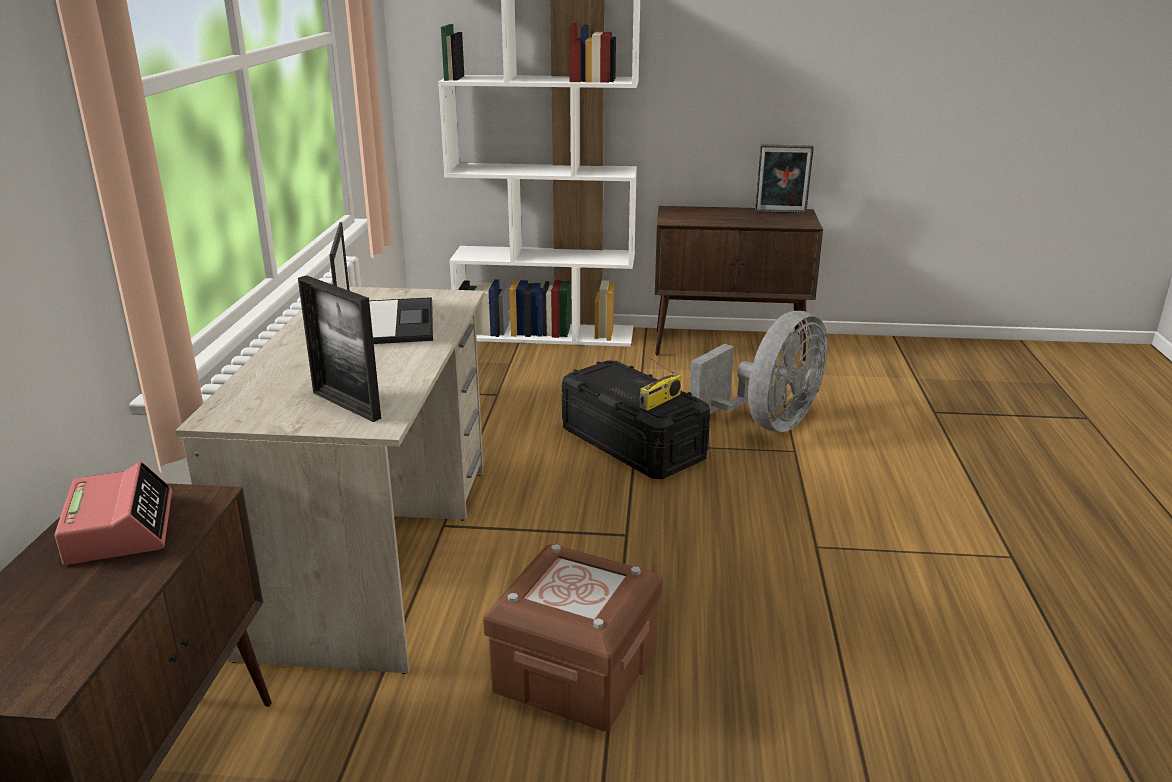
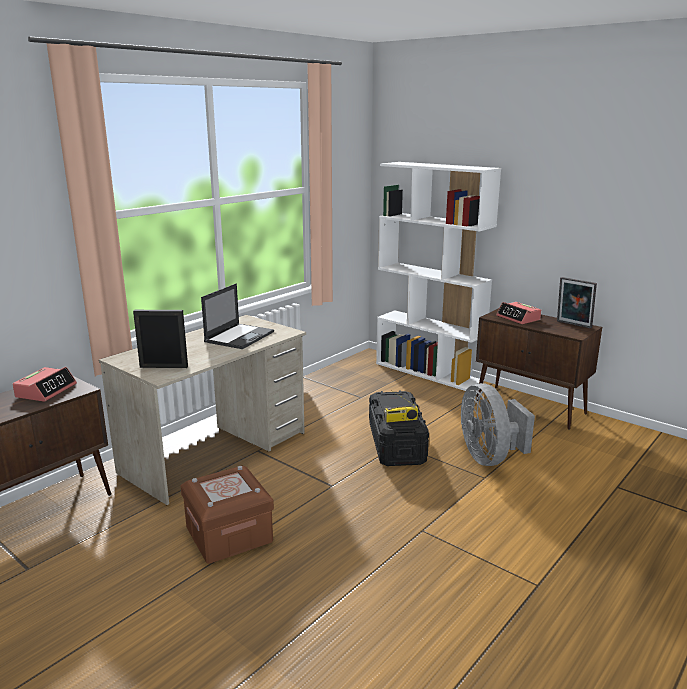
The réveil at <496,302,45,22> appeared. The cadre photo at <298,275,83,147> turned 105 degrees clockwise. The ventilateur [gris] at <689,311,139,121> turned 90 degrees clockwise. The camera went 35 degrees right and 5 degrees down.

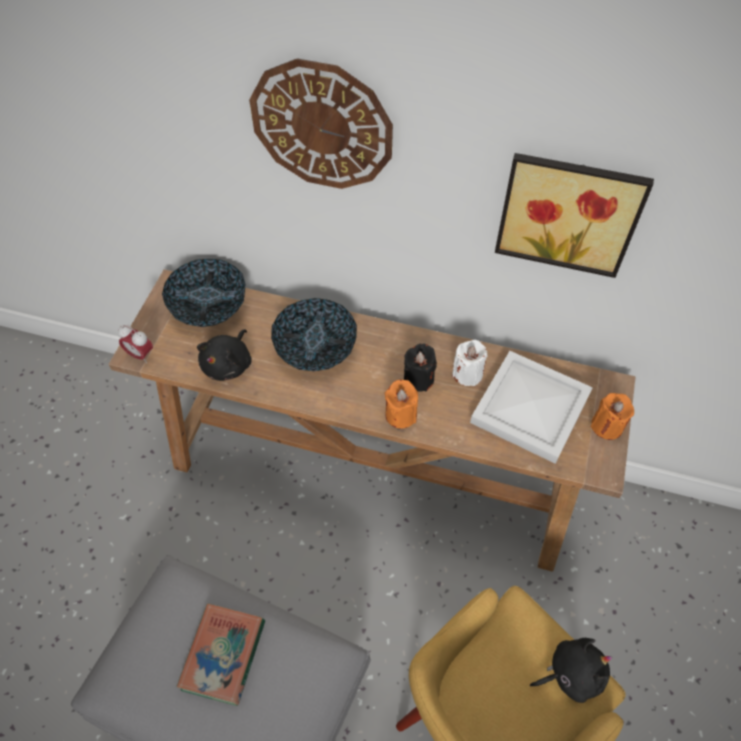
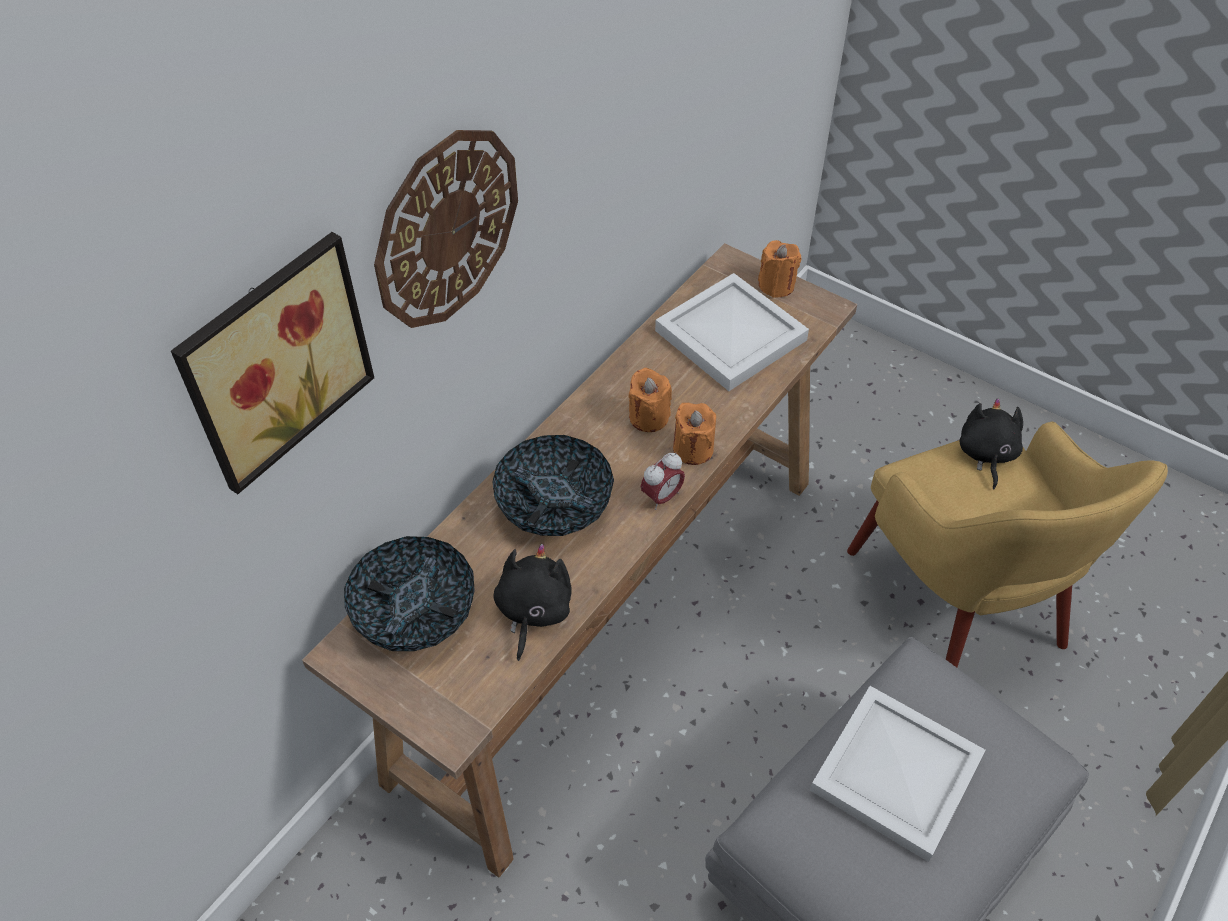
The bougie [blanc] at <452,340,36,46> disappeared. The réveil moved from <118,325,35,38> to <641,453,44,57>. The tableau moved from <495,153,159,125> to <171,232,203,262>. The livre at <177,603,88,103> was replaced by the plateau [blanc] at <810,686,176,176>. The bougie [noir] at <404,343,33,48> became the bougie [orange] at <628,368,44,64>. The peluche [noir] at <197,329,55,52> turned 120 degrees counterclockwise. The camera went 70 degrees left and 5 degrees down.

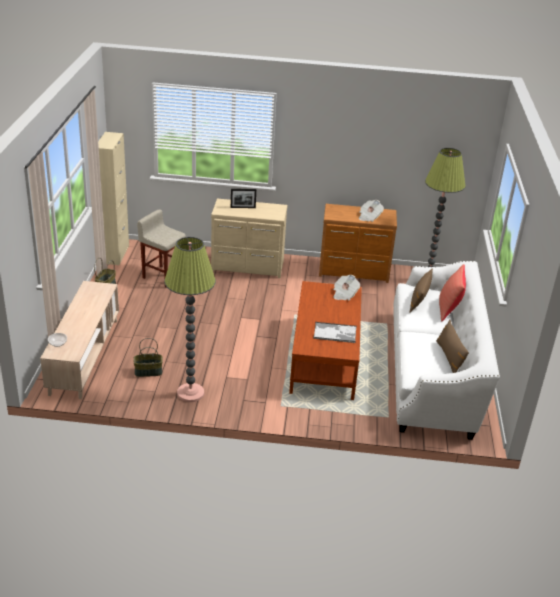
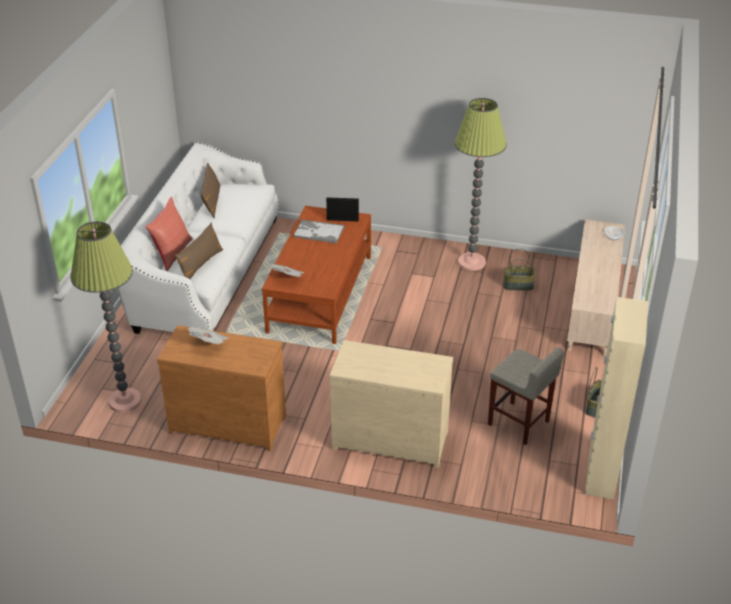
The cadre photo moved from <231,189,25,19> to <326,197,33,24>. The camera went 170 degrees left and 5 degrees up.

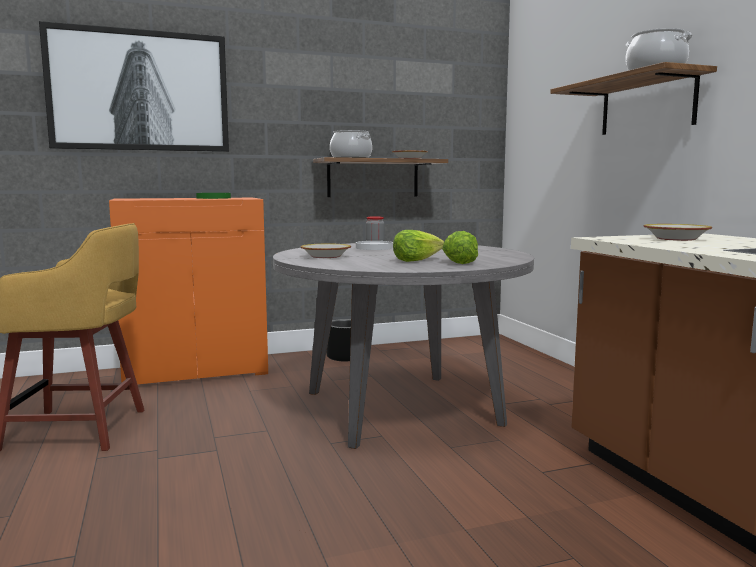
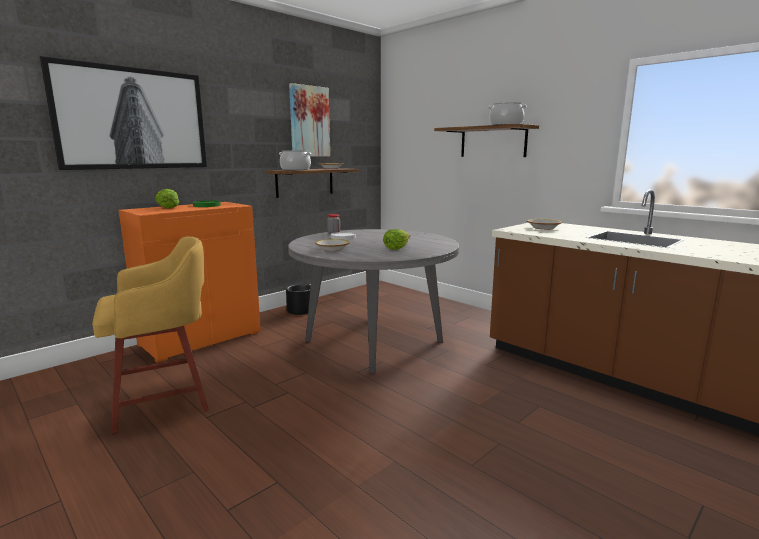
The tableau at <289,83,41,74> appeared. The laitue moved from <442,231,36,33> to <155,189,24,20>. The camera went 25 degrees left and 5 degrees up.

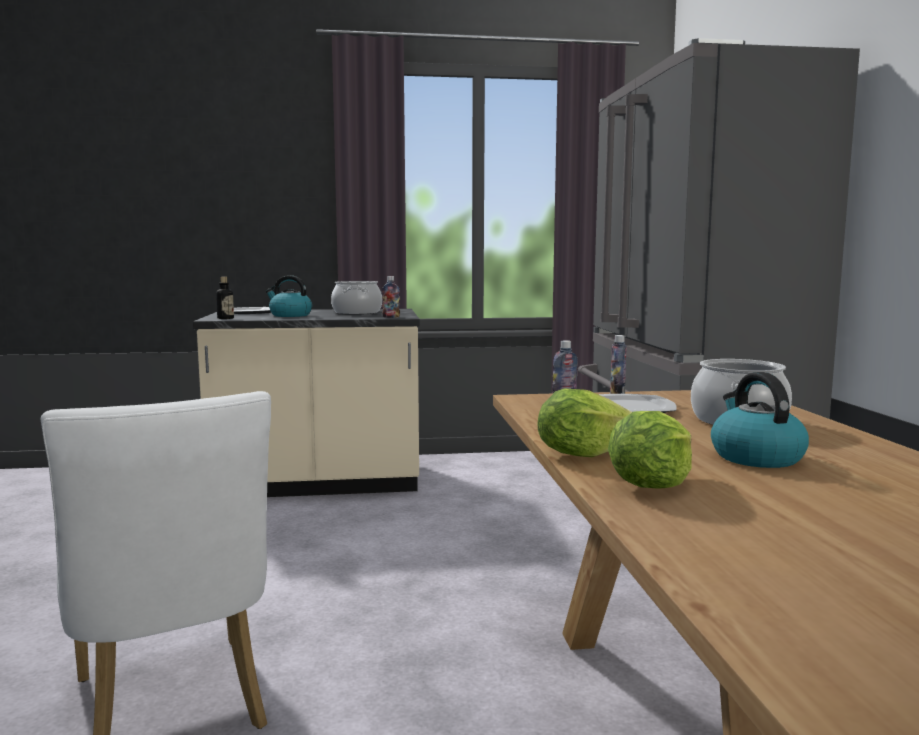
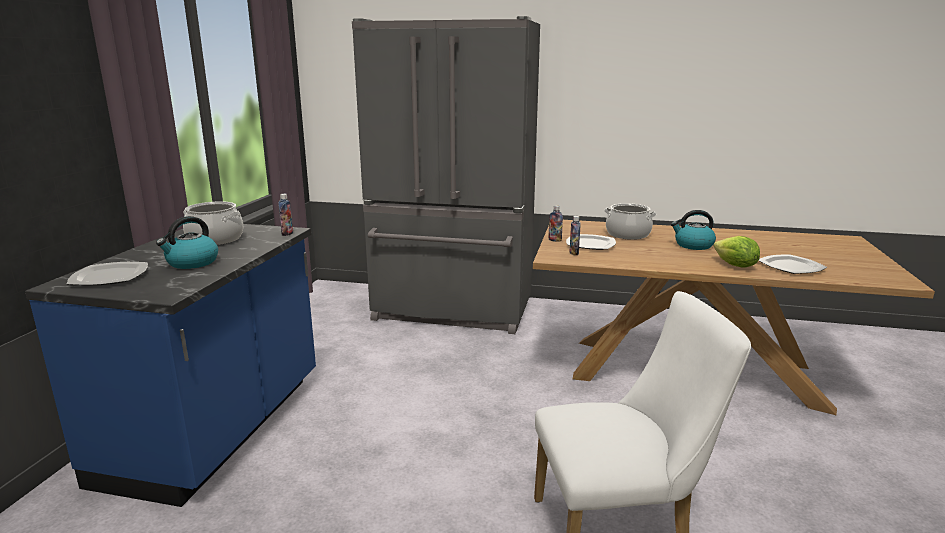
The bouteille at <216,276,18,43> disappeared. The laitue at <537,389,95,68> disappeared. The assiette at <759,254,68,20> appeared. The comptoir de cuisine [beige] at <193,309,227,188> became the comptoir de cuisine [bleu] at <25,224,291,283>. The camera went 70 degrees left and 10 degrees up.

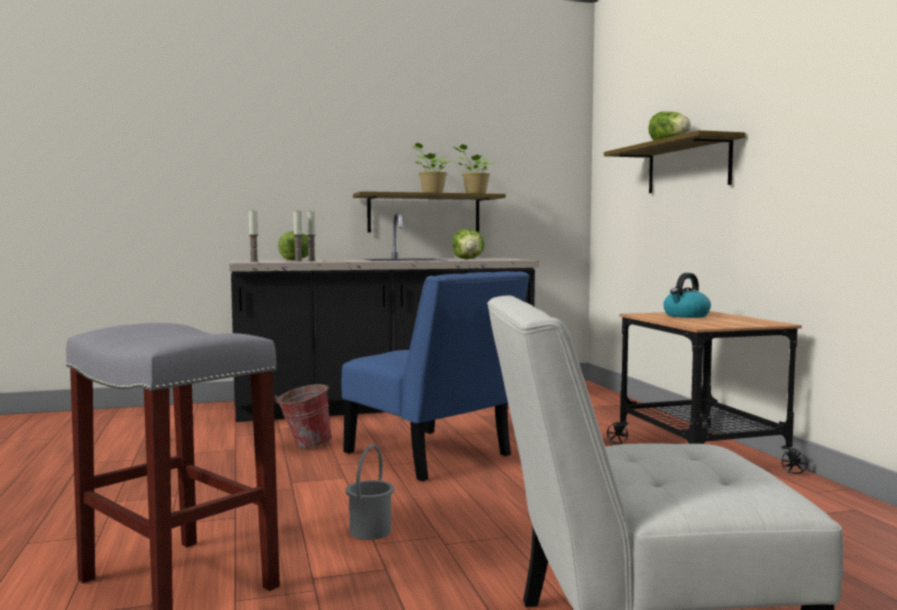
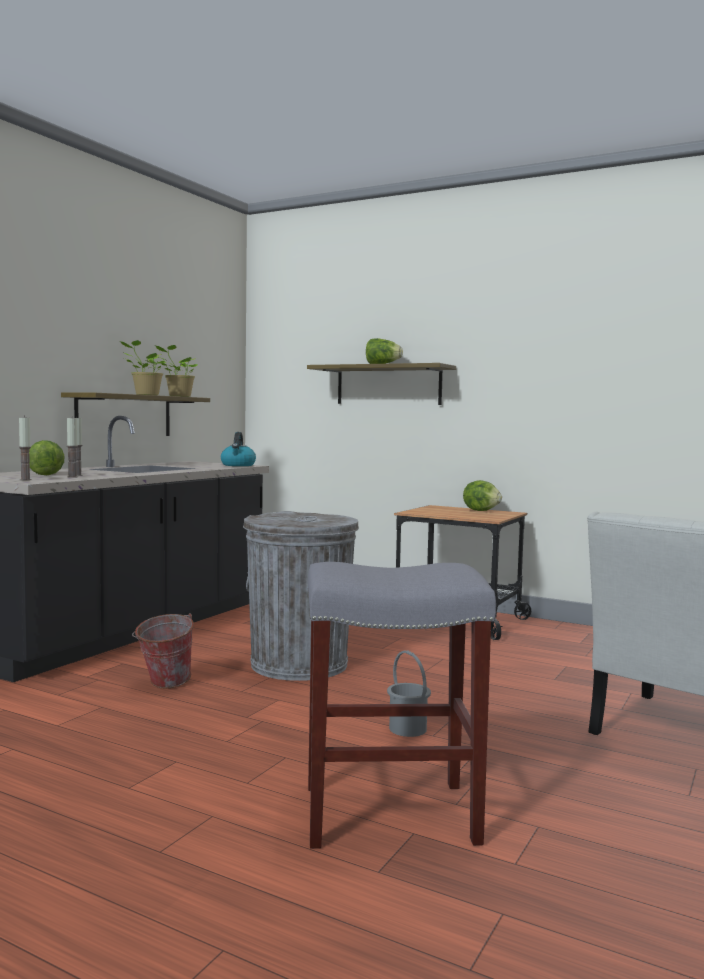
The laitue moved from <452,229,33,30> to <463,480,39,31>. The bouilloire moved from <663,273,48,45> to <221,432,35,34>. The chaise [bleu] at <341,271,189,210> was replaced by the poubelle [gris] at <243,511,116,170>. The camera went 45 degrees left and 0 degrees up.

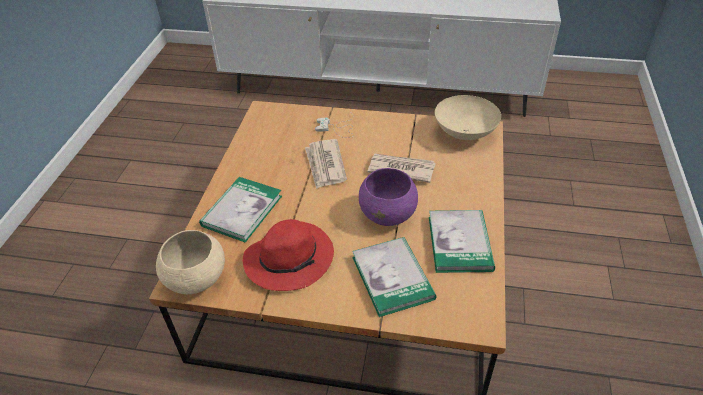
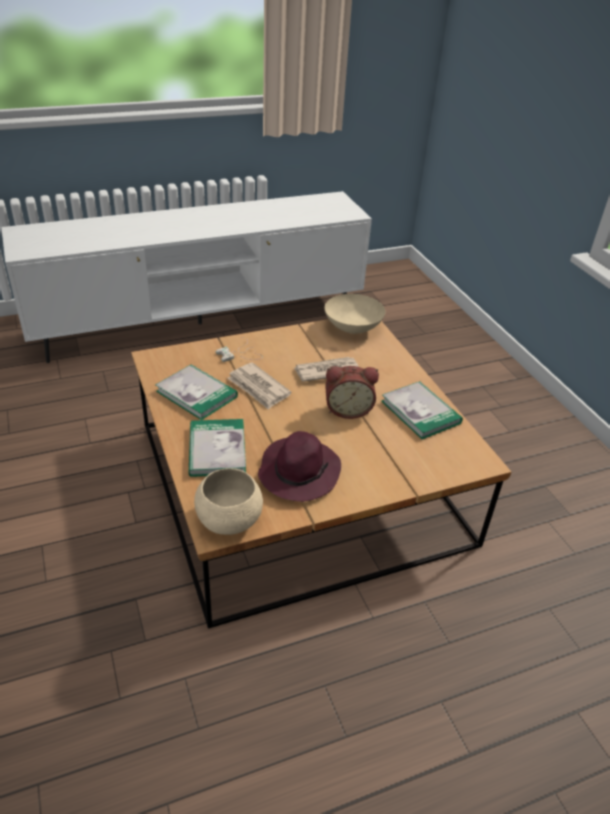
The livre moved from <352,237,84,80> to <155,364,83,56>. The bol [violet] at <359,168,59,58> was replaced by the réveil at <325,366,54,53>. The chapeau [rouge] at <243,219,91,72> became the chapeau [violet] at <258,431,83,71>. The camera went 35 degrees left and 5 degrees down.

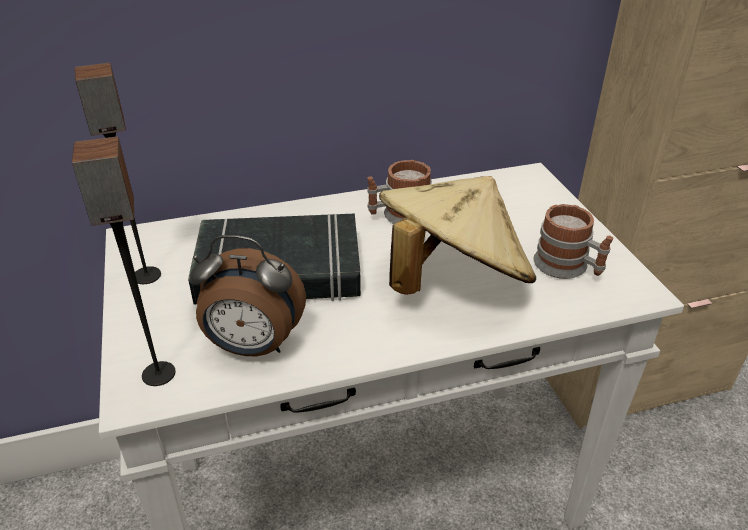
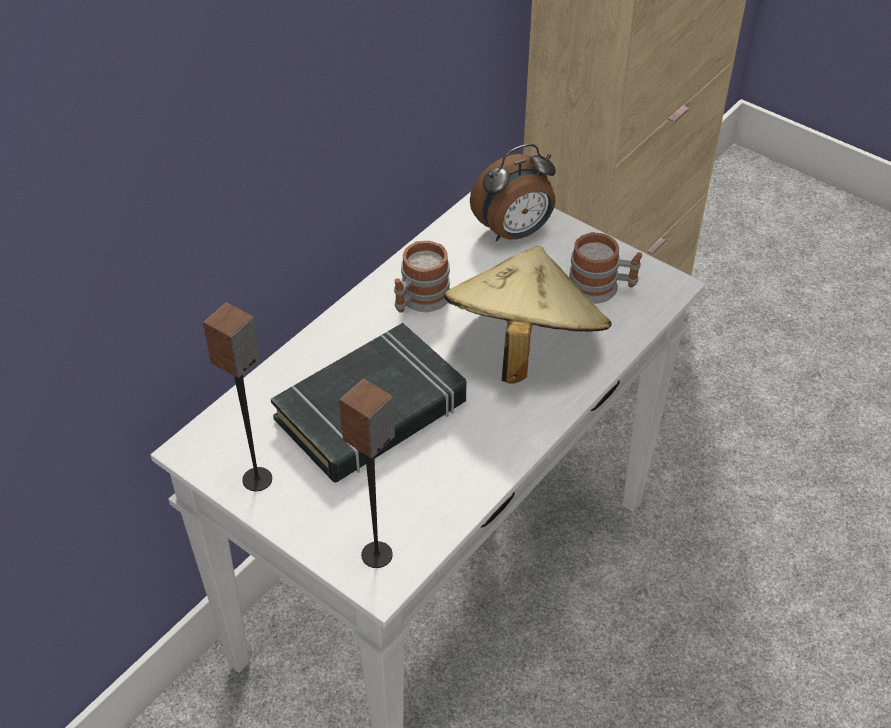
The réveil moved from <190,235,116,121> to <470,144,86,97>. The camera went 35 degrees left and 10 degrees up.

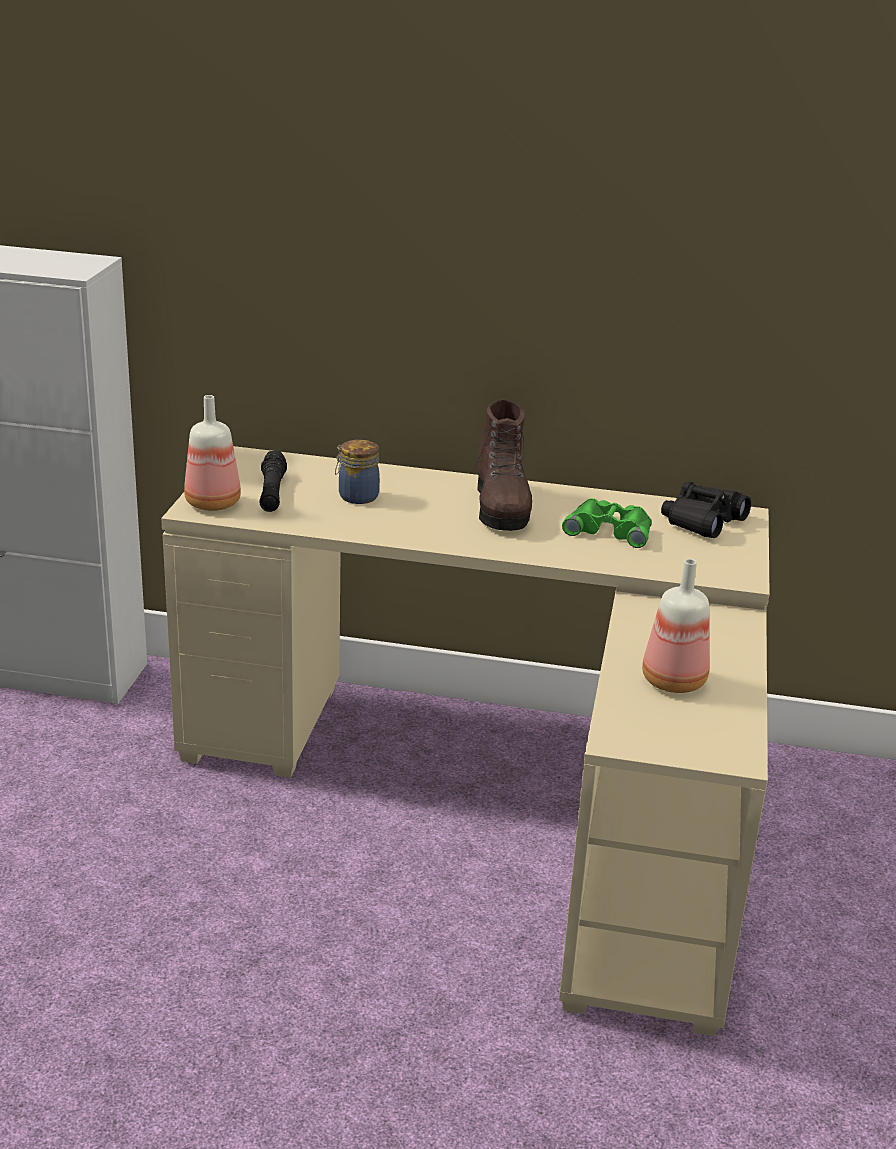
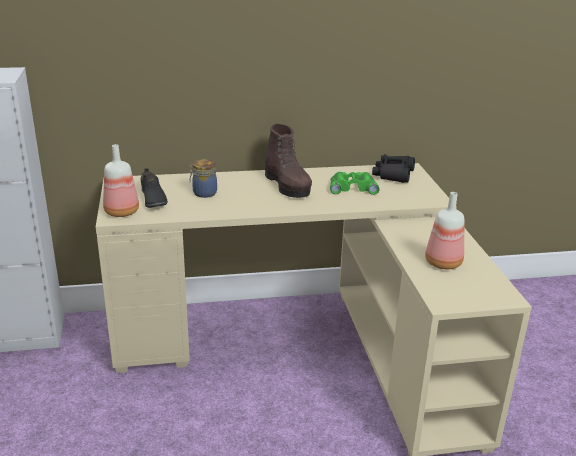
The lampe de poche [noir] at <259,451,28,61> was replaced by the chaussure [noir] at <141,168,27,40>. The camera went 20 degrees left and 0 degrees up.

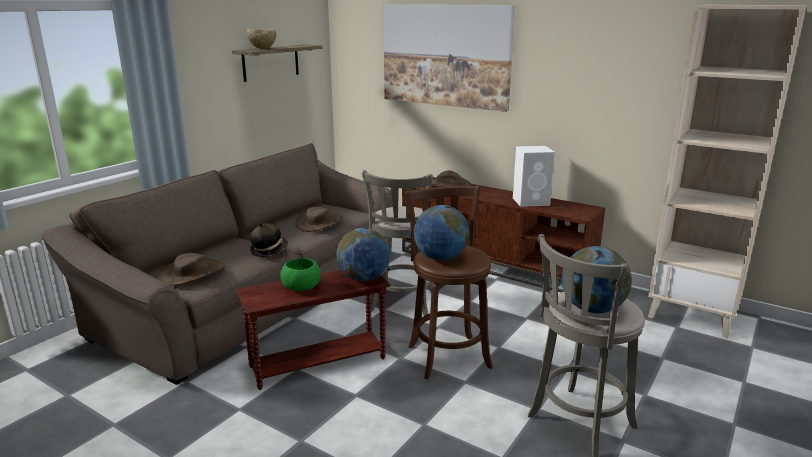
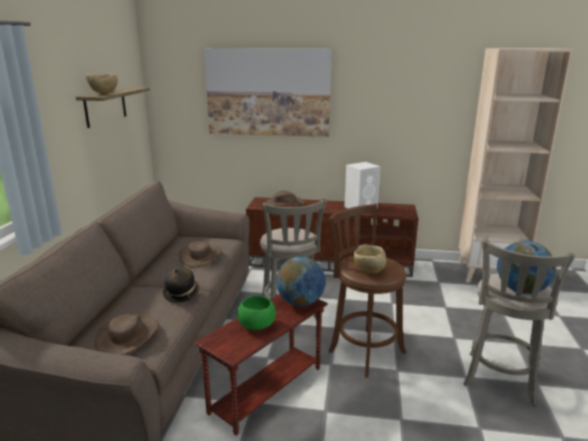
The globe at <414,205,56,56> was replaced by the bol [beige] at <354,244,32,29>. The camera went 25 degrees left and 0 degrees up.

